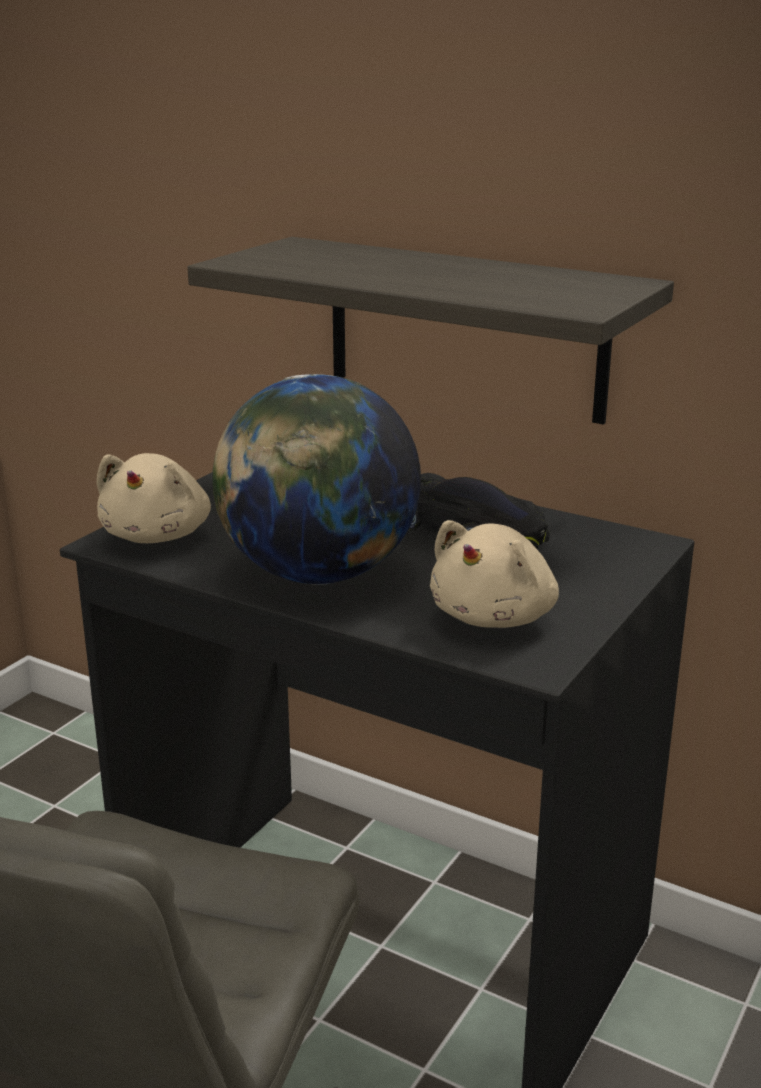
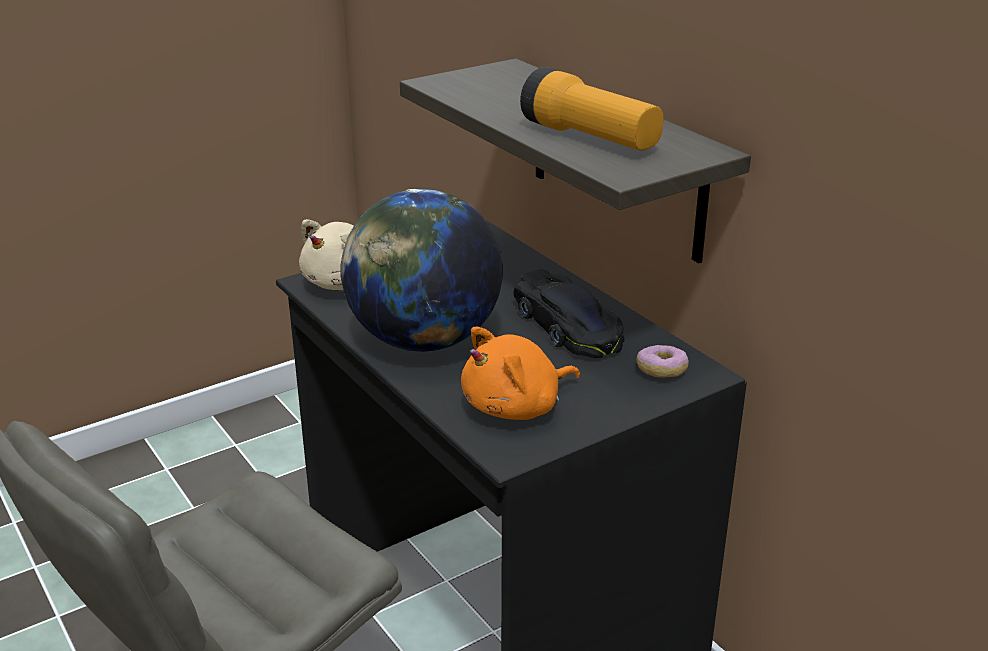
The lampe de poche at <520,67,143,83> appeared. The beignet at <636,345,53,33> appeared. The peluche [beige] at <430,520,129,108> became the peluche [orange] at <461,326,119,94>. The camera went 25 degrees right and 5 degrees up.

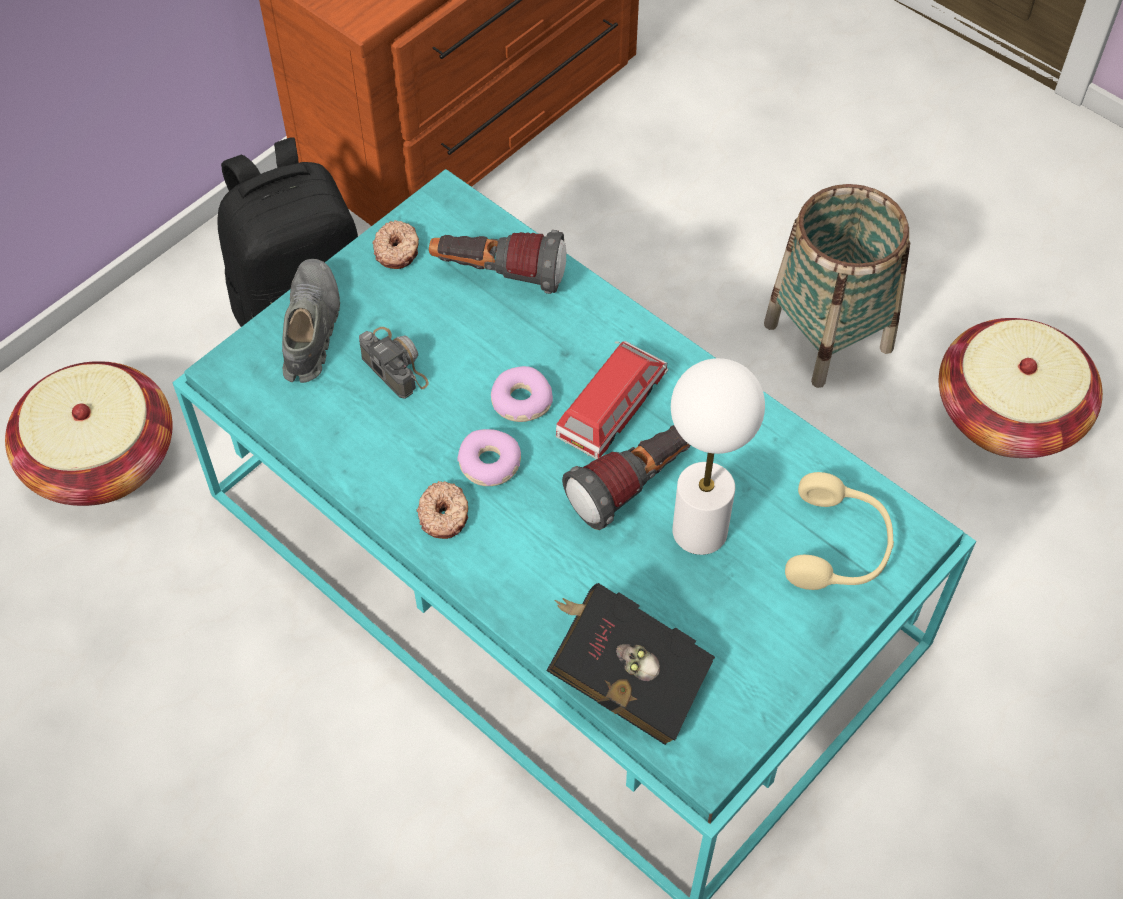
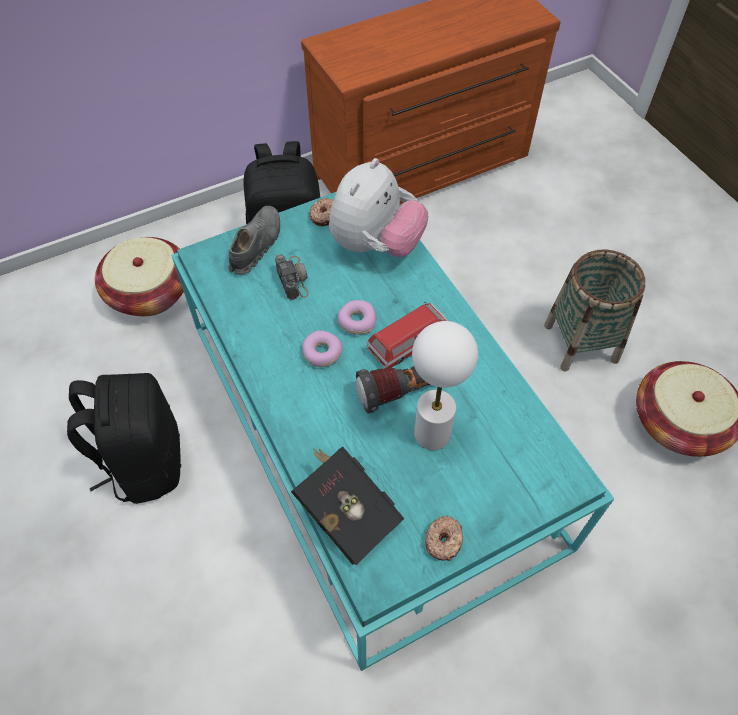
The casque audio [beige] at <785,472,109,118> disappeared. The sac à dos [noir] at <67,373,114,131> appeared. The beignet moved from <416,481,52,58> to <425,516,38,45>. The lampe de poche at <429,230,137,64> was replaced by the peluche at <329,158,99,99>. The camera went 20 degrees right and 0 degrees up.

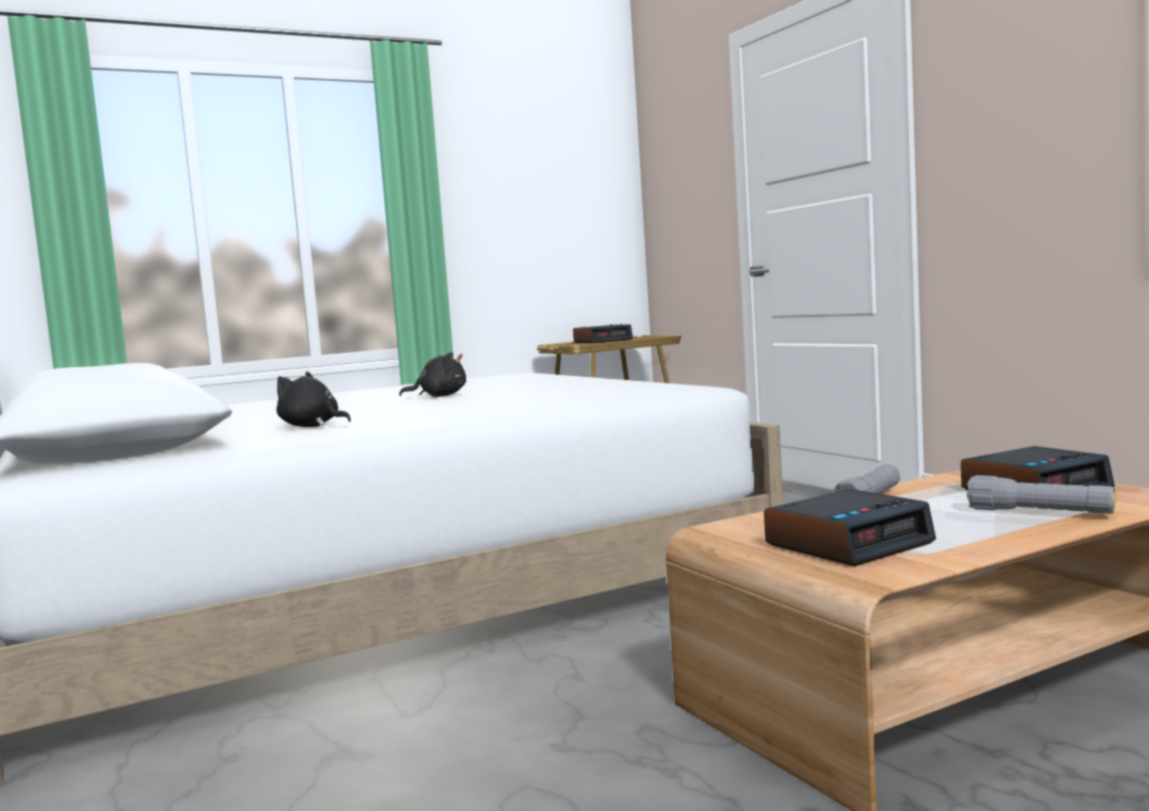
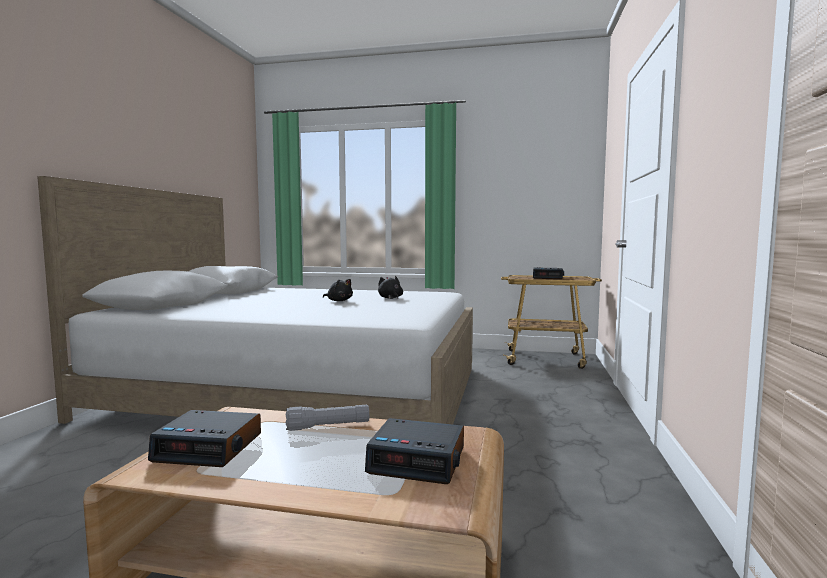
The lampe de poche [gris] at <967,475,149,39> disappeared. The peluche [noir] moved from <276,372,75,55> to <378,276,25,23>. The camera went 40 degrees right and 0 degrees up.

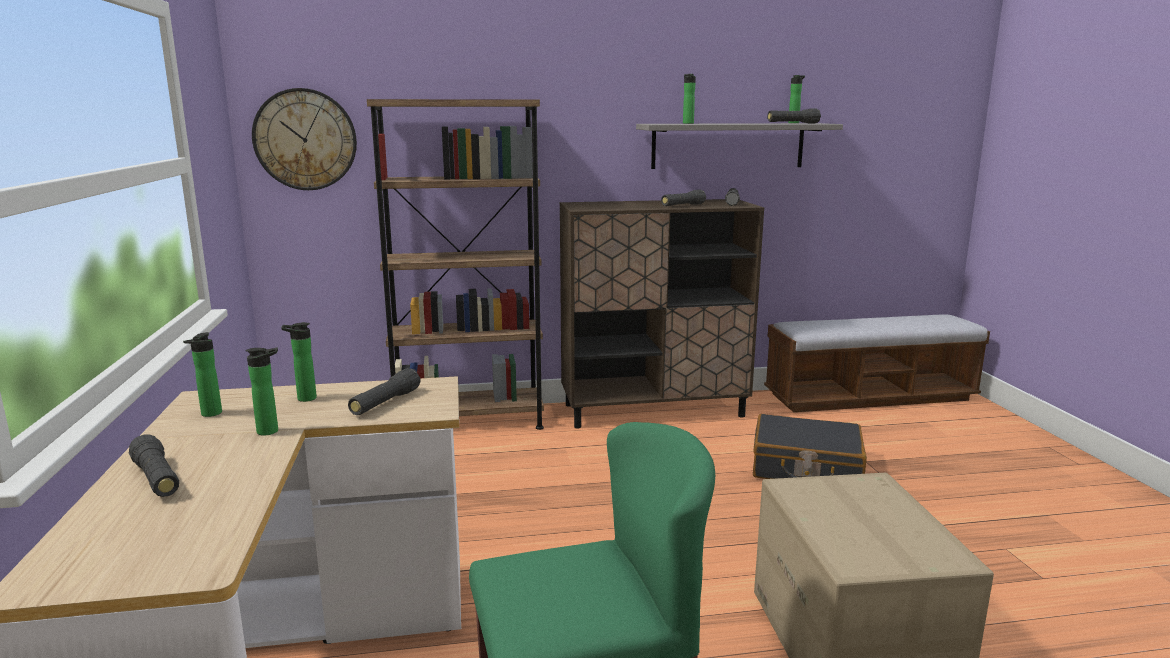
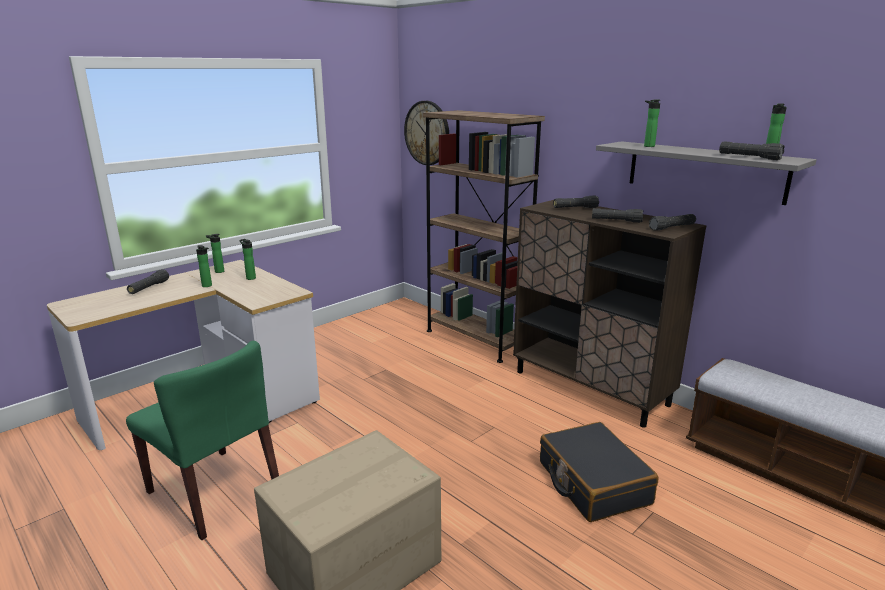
The lampe de poche [noir] moved from <348,368,73,47> to <553,196,46,12>. The camera went 55 degrees right and 5 degrees up.

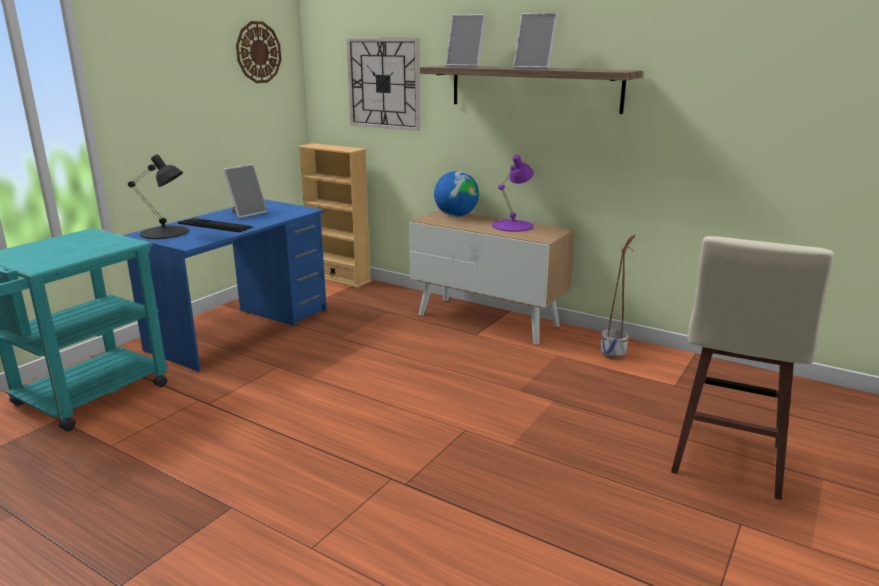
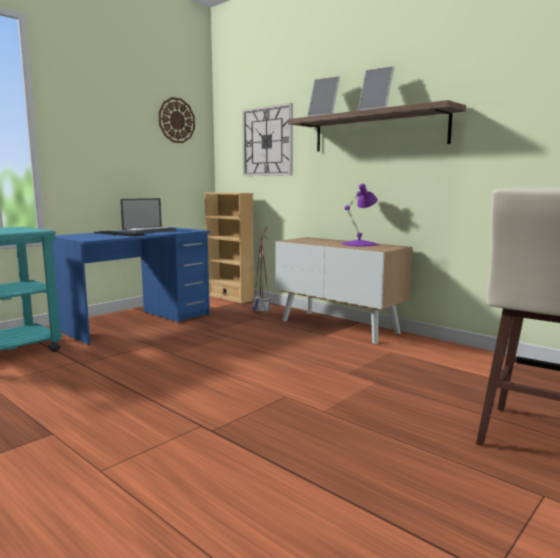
The lampe de table [noir] at <128,154,61,85> disappeared. The globe at <434,171,45,46> disappeared. The cache-pot moved from <601,234,35,126> to <253,227,18,87>. The cadre photo at <223,164,45,55> was replaced by the ordinateur portable at <120,198,57,35>. The camera went 10 degrees right and 10 degrees down.

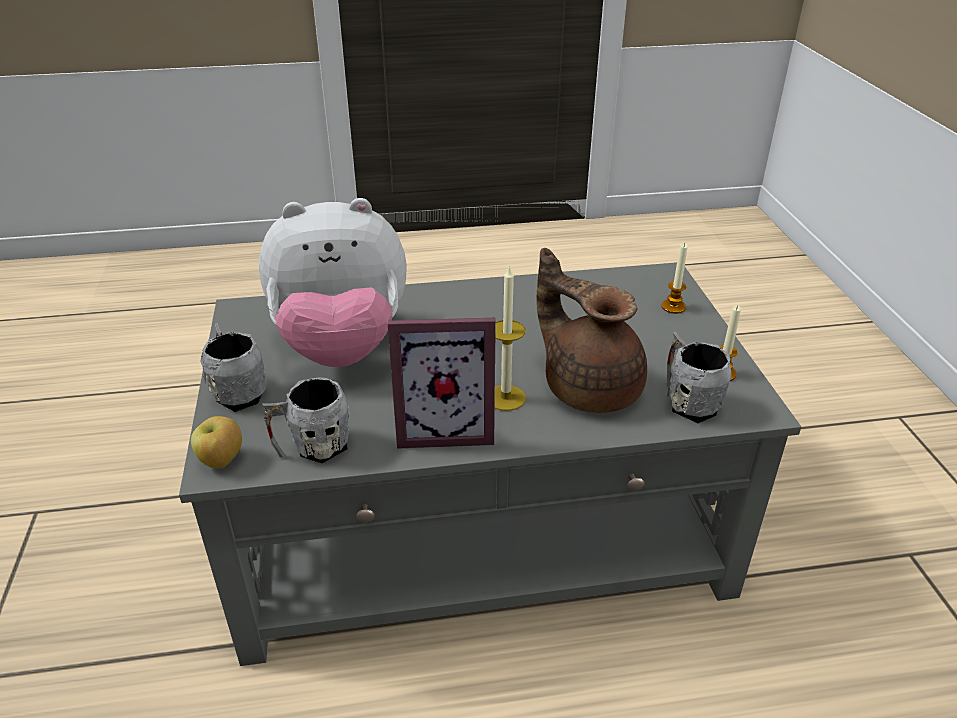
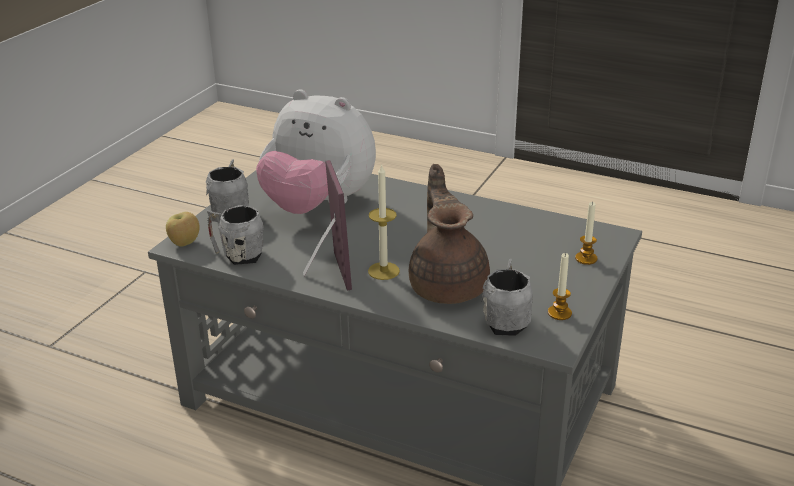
The cadre photo at <388,318,108,131> turned 135 degrees counterclockwise. The camera went 35 degrees right and 5 degrees down.

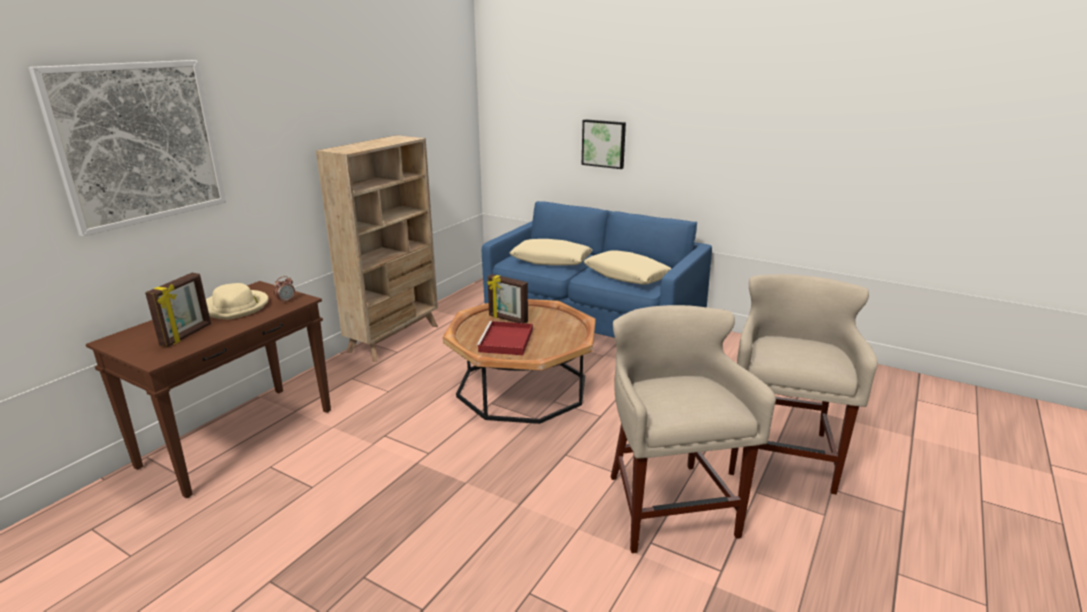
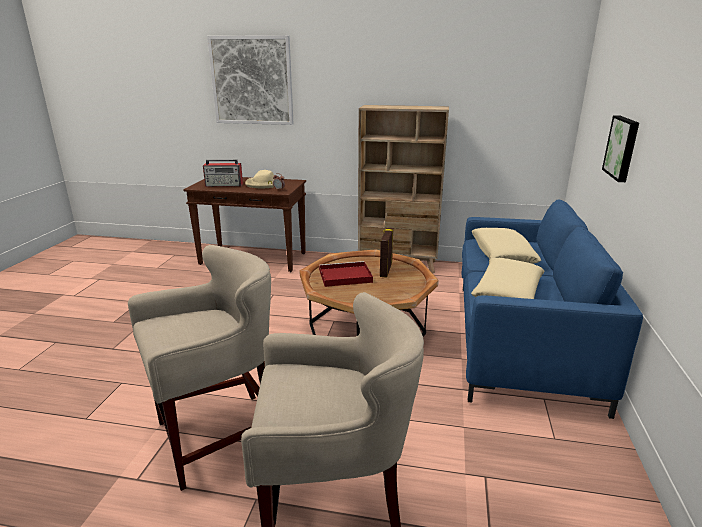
The cadre photo at <145,273,66,74> was replaced by the radio at <203,160,40,27>. The camera went 70 degrees right and 0 degrees up.

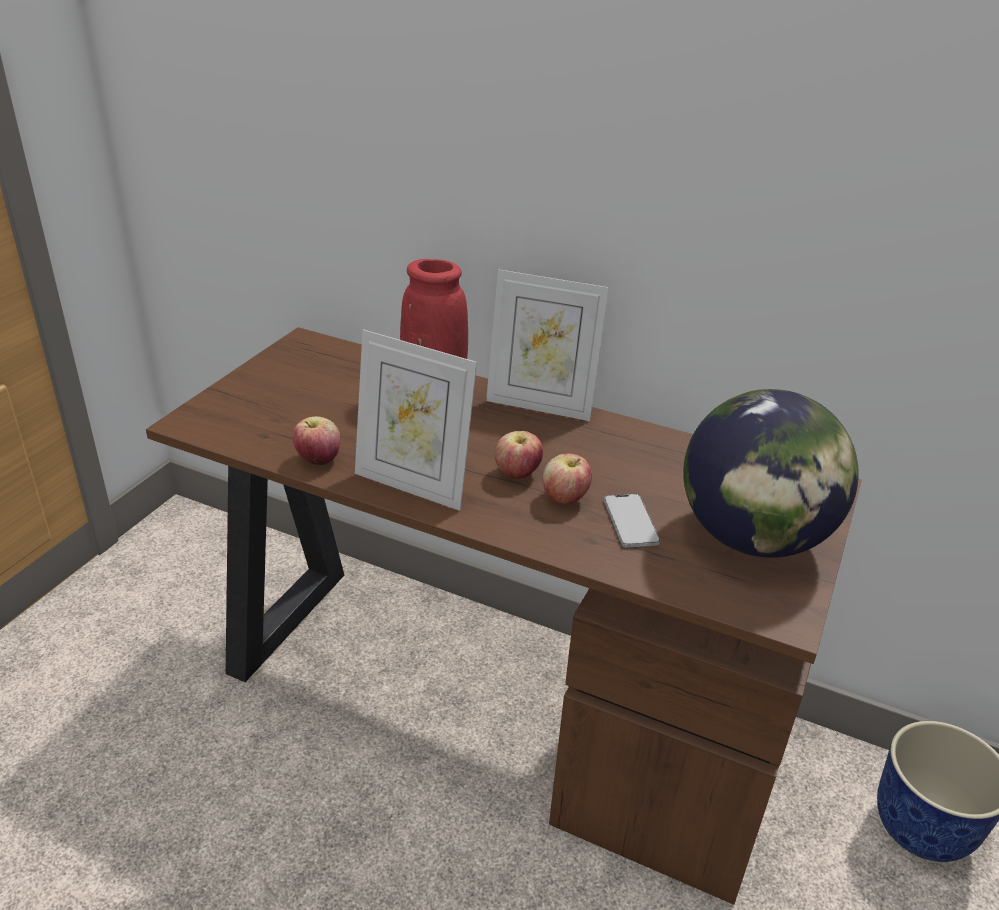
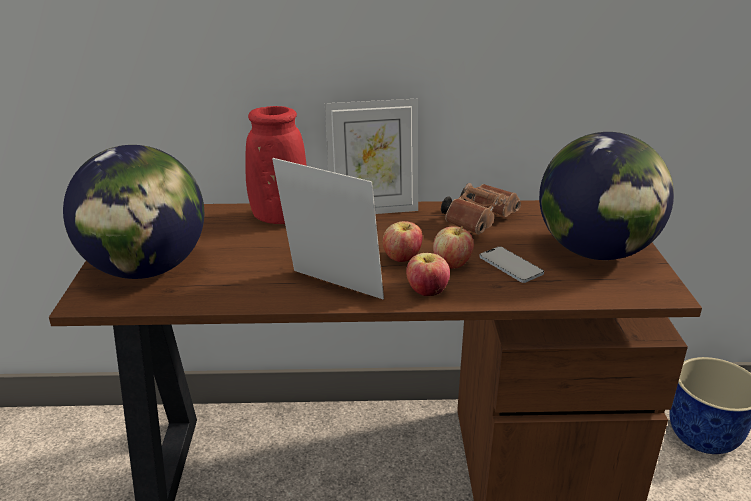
The globe at <63,145,141,134> appeared. The jumelles [marron] at <441,183,80,52> appeared. The pomme moved from <293,416,47,49> to <406,253,44,43>. The cadre photo at <355,329,122,182> turned 150 degrees counterclockwise. The camera went 25 degrees left and 5 degrees down.

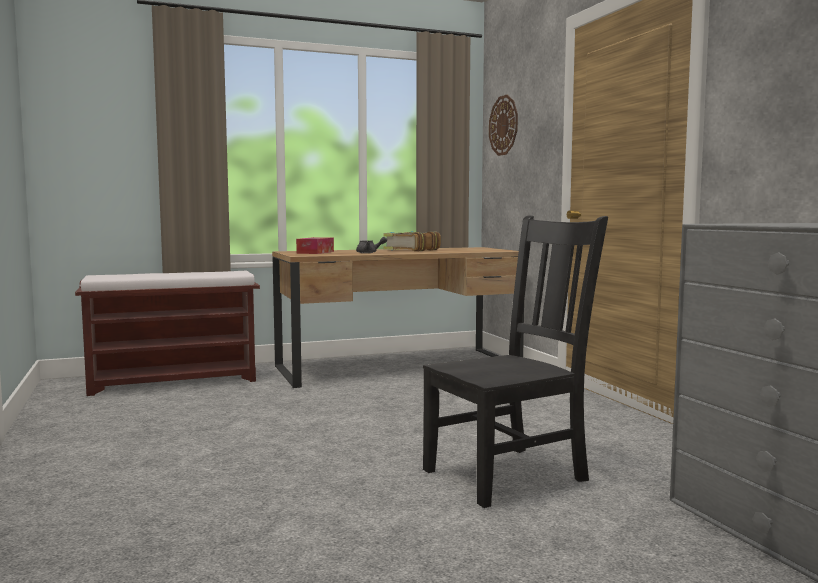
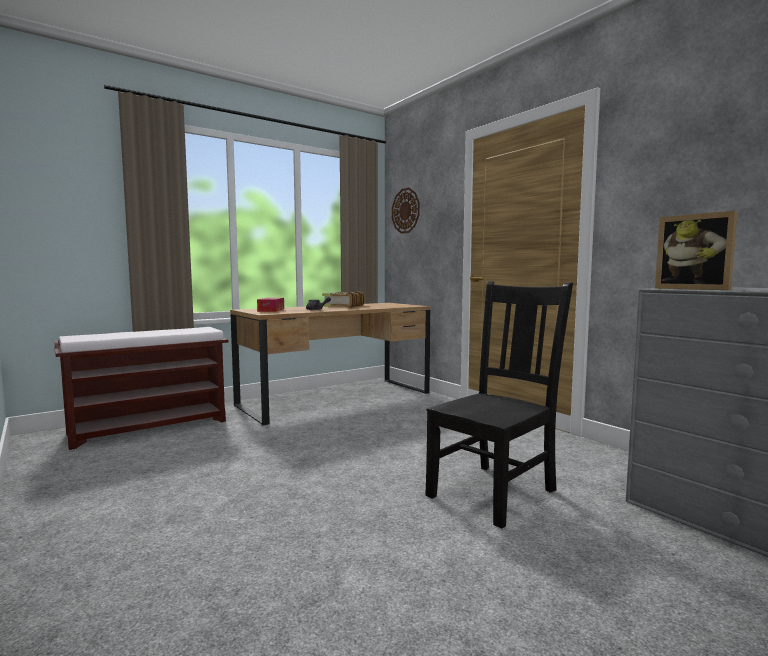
The cadre photo at <655,211,83,79> appeared. The camera went 15 degrees left and 0 degrees up.

